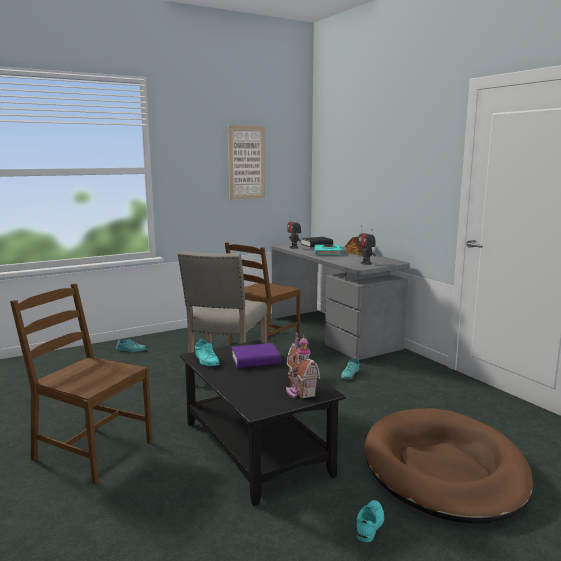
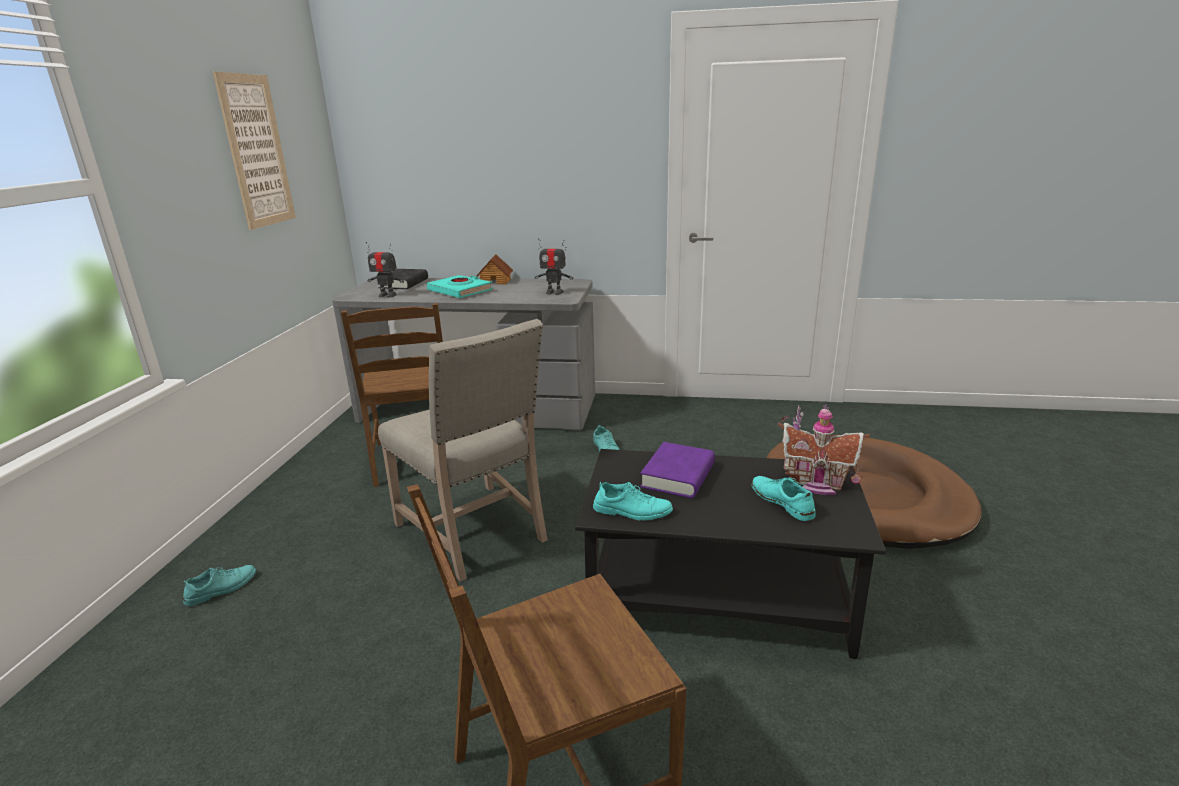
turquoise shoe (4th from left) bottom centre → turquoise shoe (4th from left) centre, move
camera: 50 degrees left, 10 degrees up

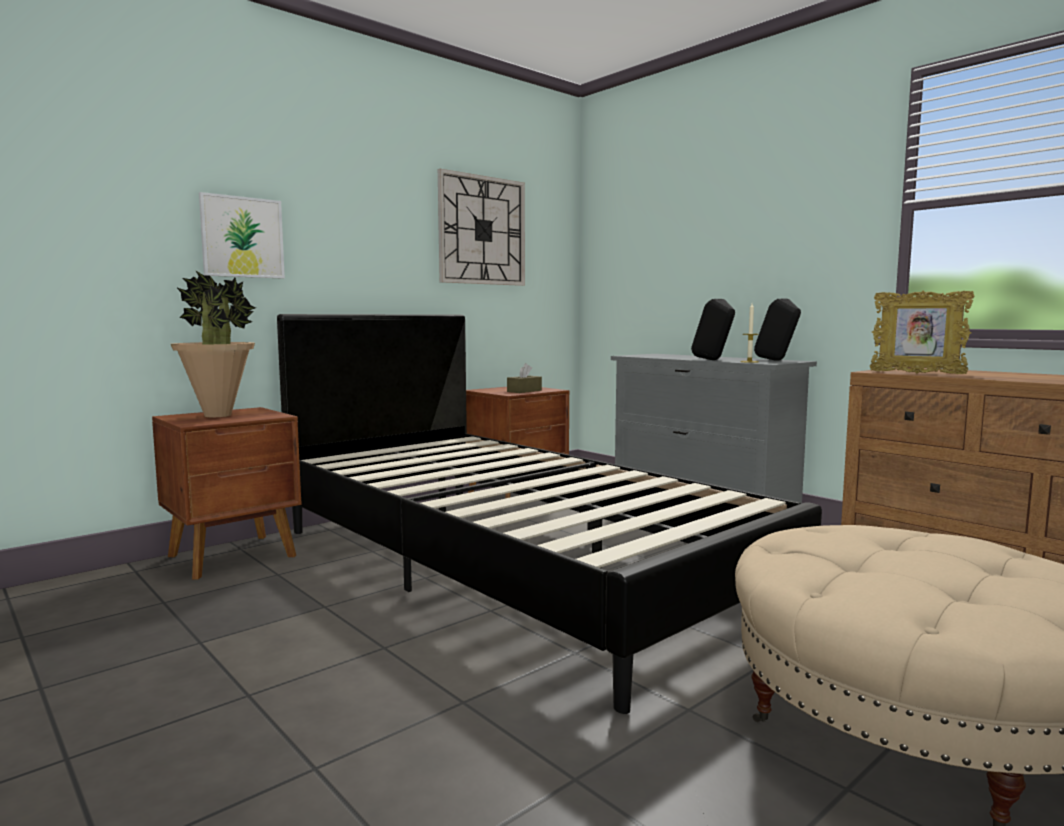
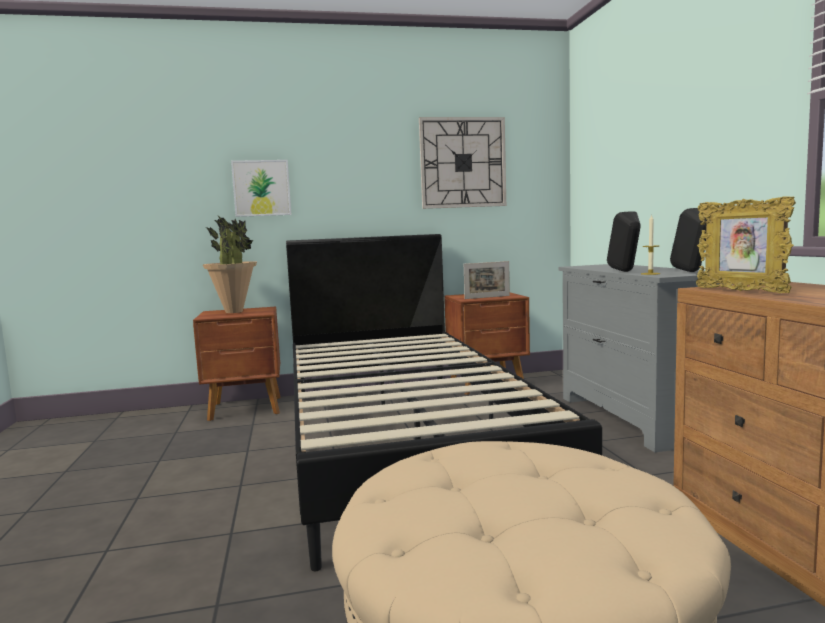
brown tissue box centre → picture frame (1st from left) centre
camera: 30 degrees right, 0 degrees up

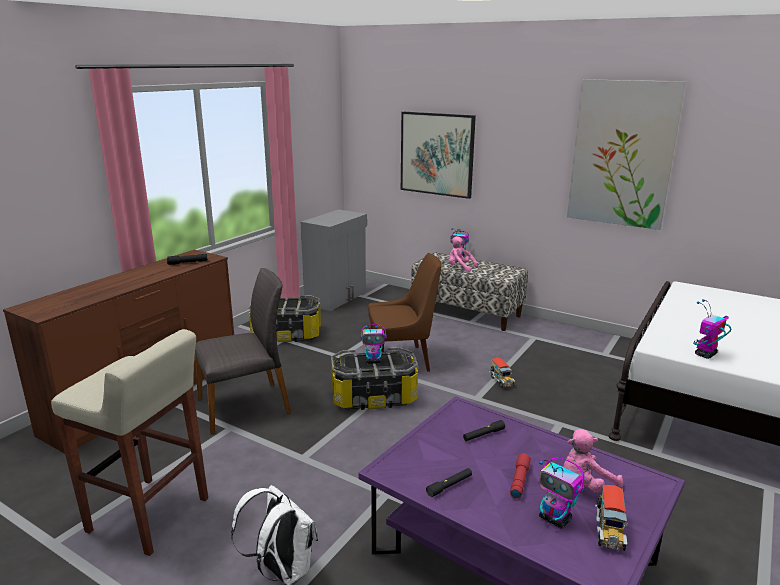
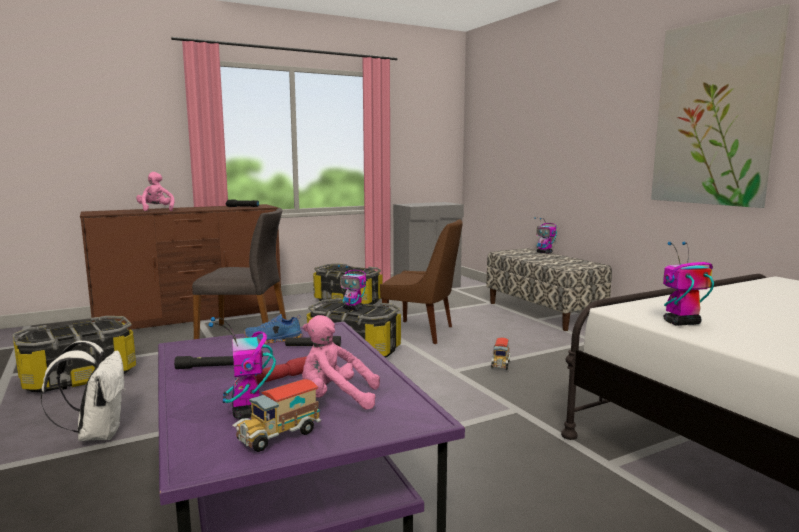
beige stool bottom left → storage box (1st from left) middle left
pink plush toy (1st from left) centre → pink plush toy (1st from left) middle left, move
- → blue shoe centre
picture (1st from left) top centre → -
camera: 30 degrees right, 10 degrees down

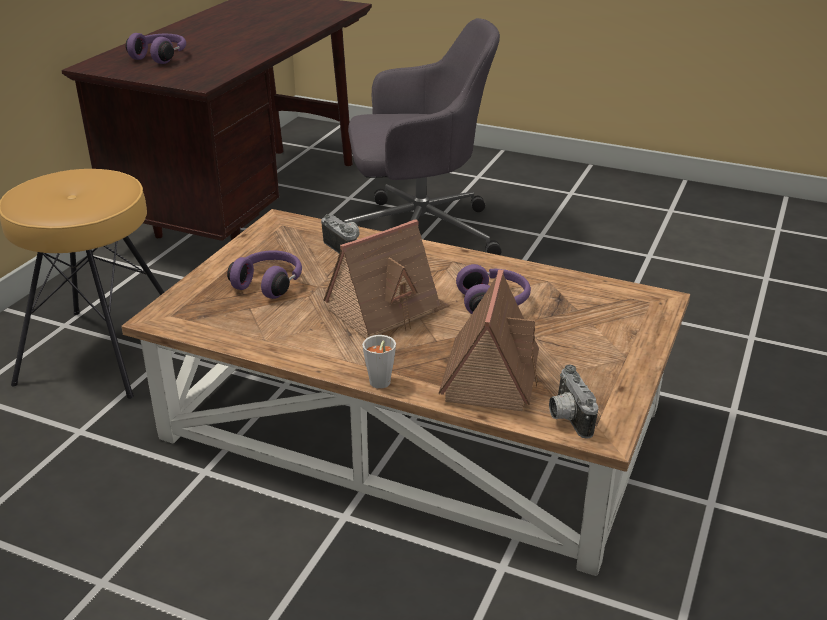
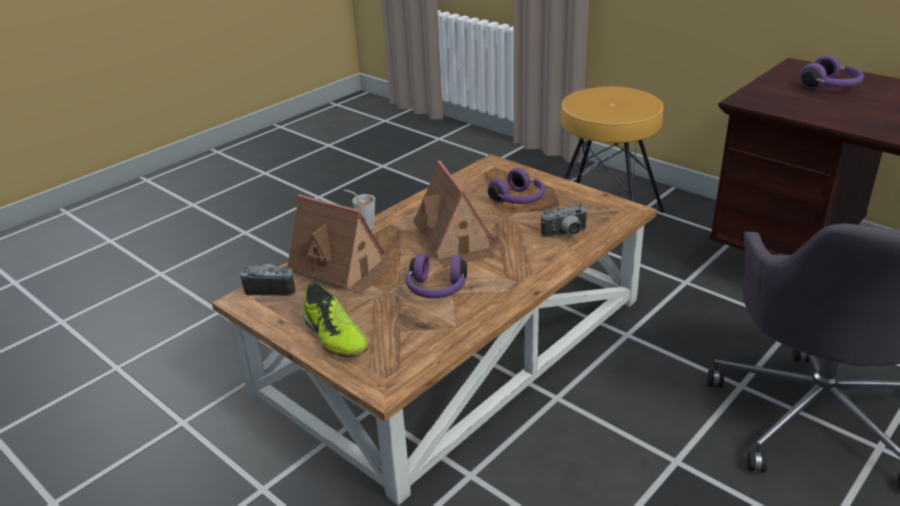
- → shoe centre
camera: 110 degrees right, 0 degrees up

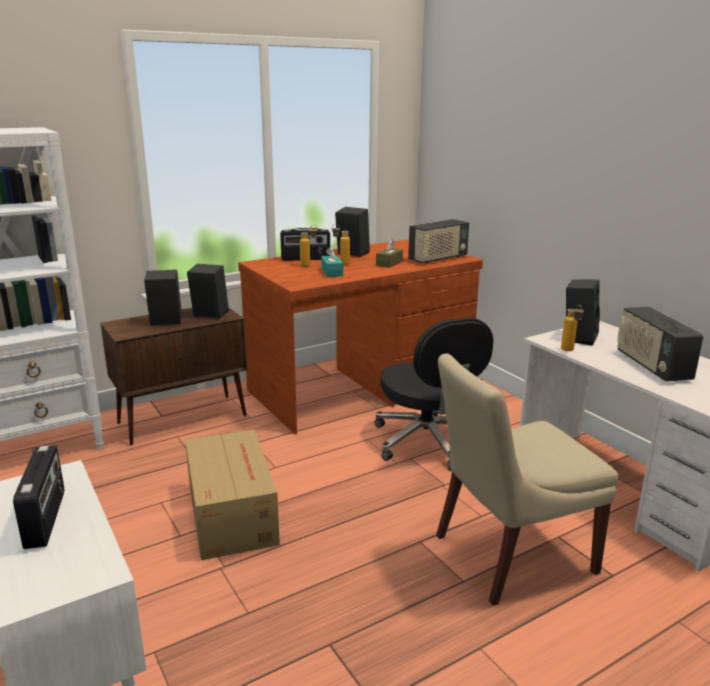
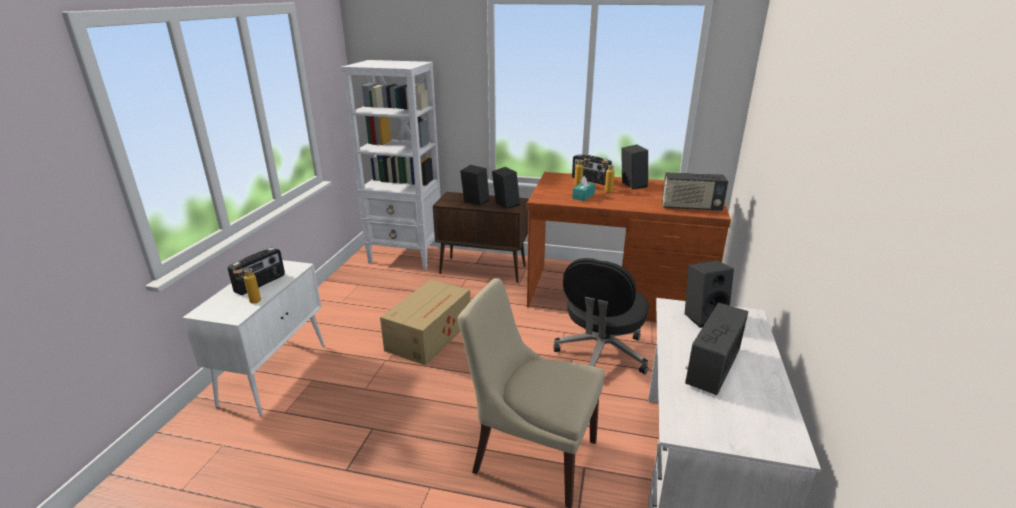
bottle (3rd from left in the first image) middle right → bottle (1st from left) middle left, move
brown tissue box centre → -
camera: 45 degrees right, 5 degrees up

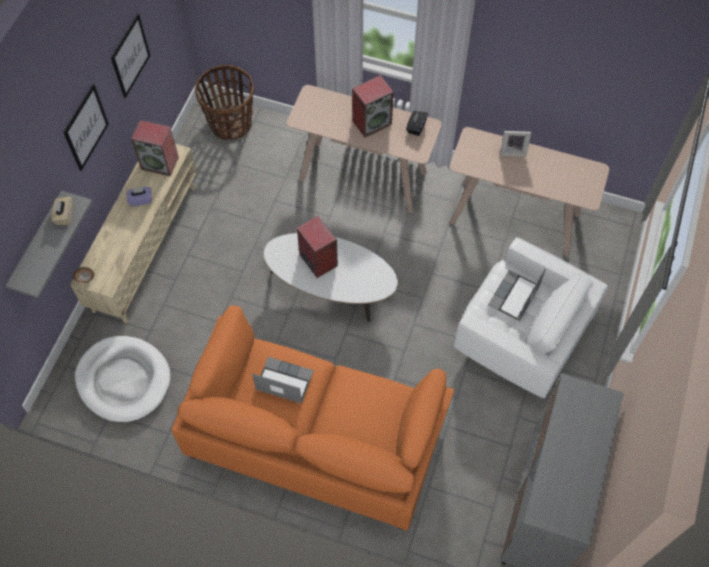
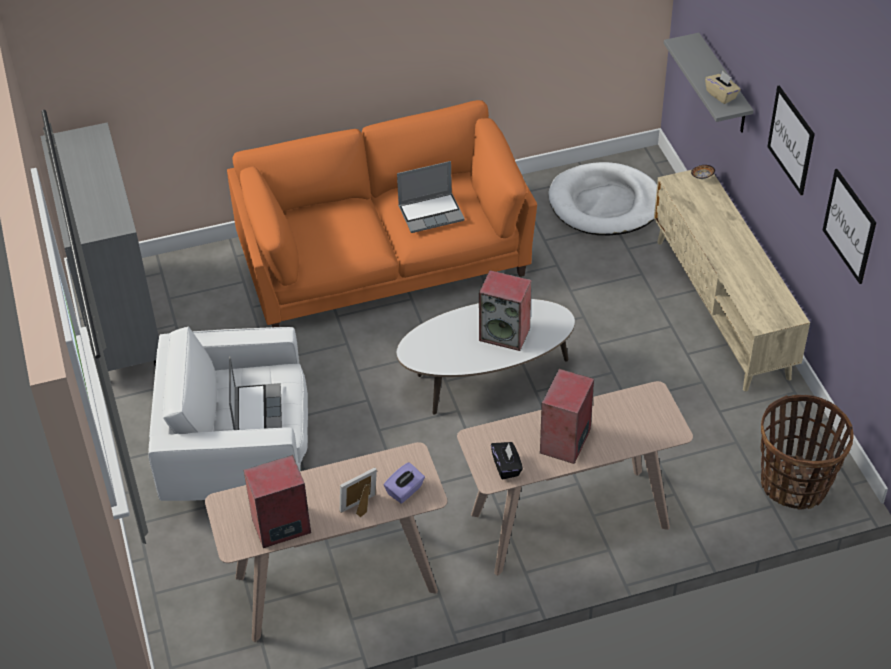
speaker (1st from left) top left → speaker (1st from left) bottom left, move
purple tissue box middle left → purple tissue box bottom centre, move
camera: 145 degrees right, 15 degrees down

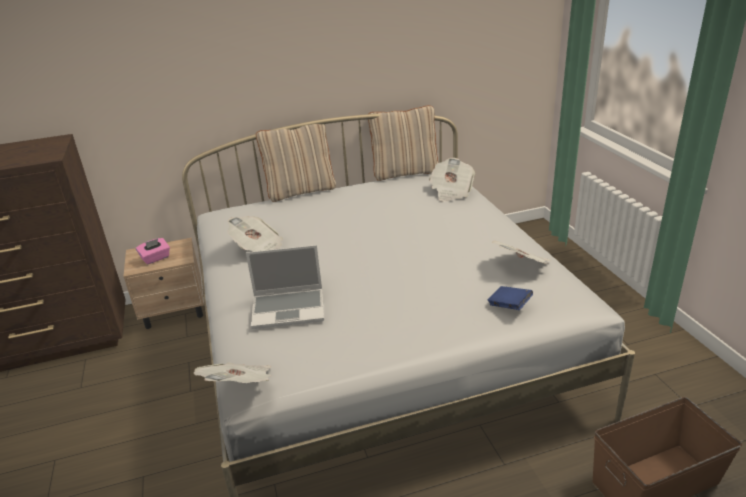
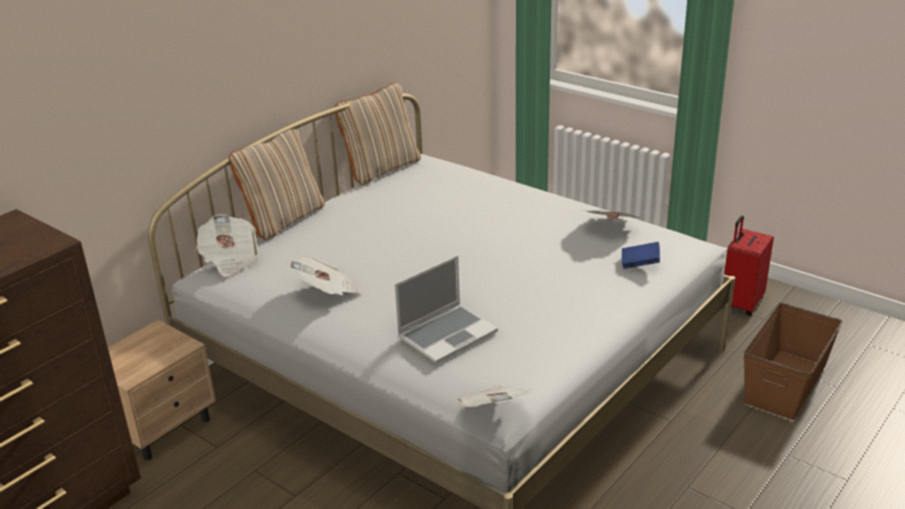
newspaper (3rd from left in the first image) centre → newspaper (1st from left) middle left, move
- → red suitcase middle right
pink tissue box middle left → -
camera: 35 degrees left, 0 degrees up

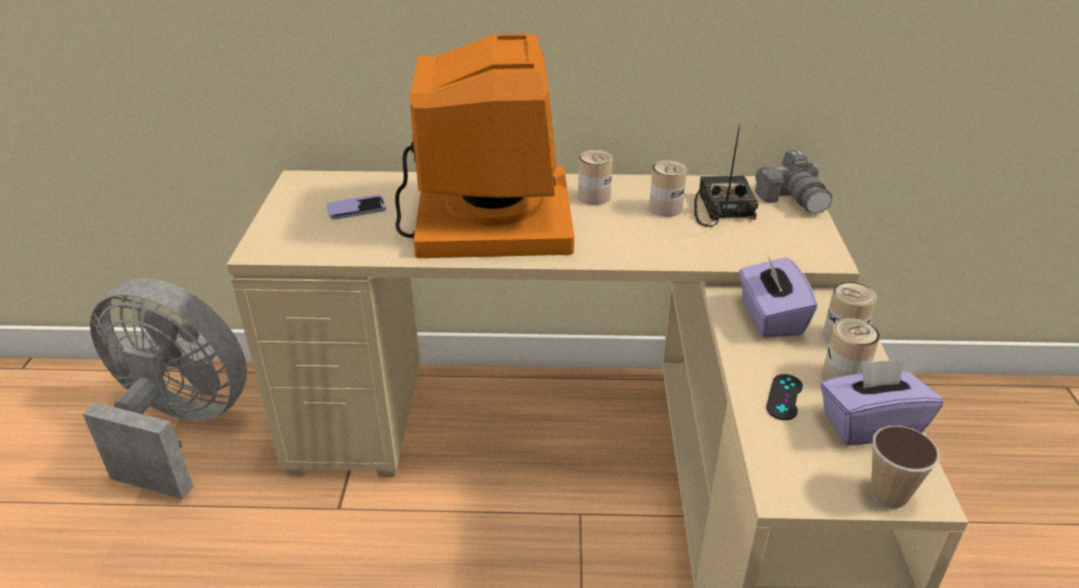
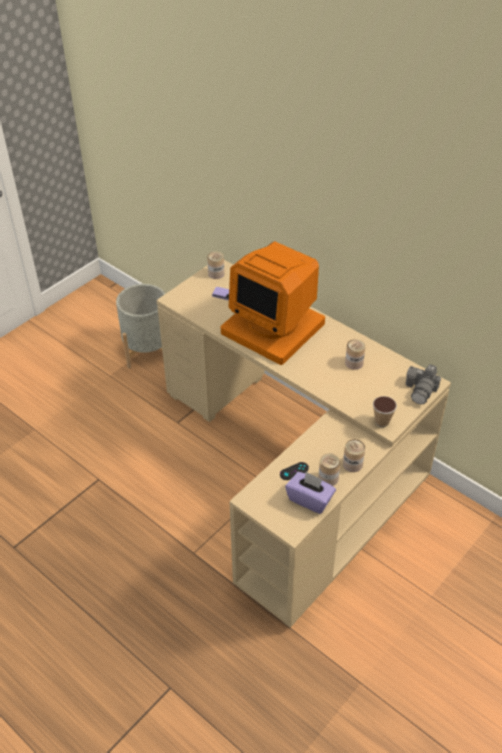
grey fan middle left → grey planter middle left
can (1st from left) top centre → can (1st from left) centre, move
monitor top centre → monitor centre, 90 degrees clockwise
cup bottom right → cup middle right, move
radio top right → -
purple tissue box (1st from left) middle right → -
camera: 40 degrees right, 10 degrees up

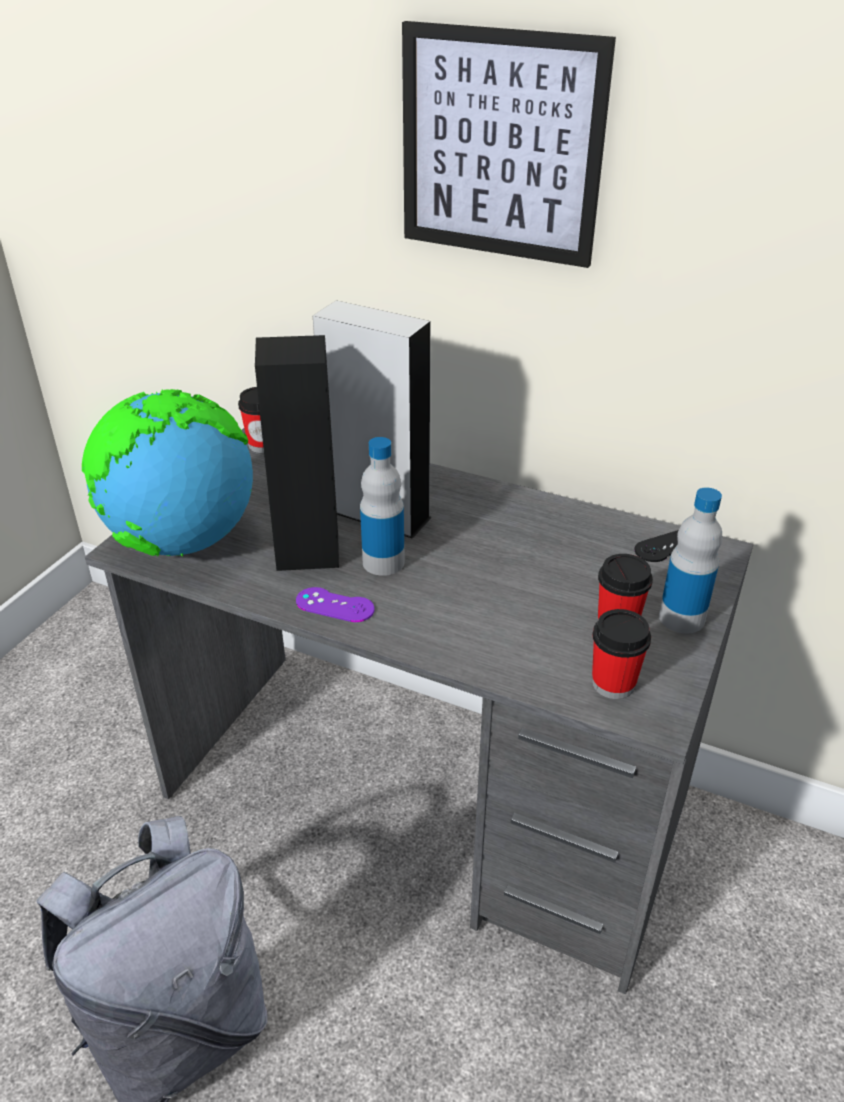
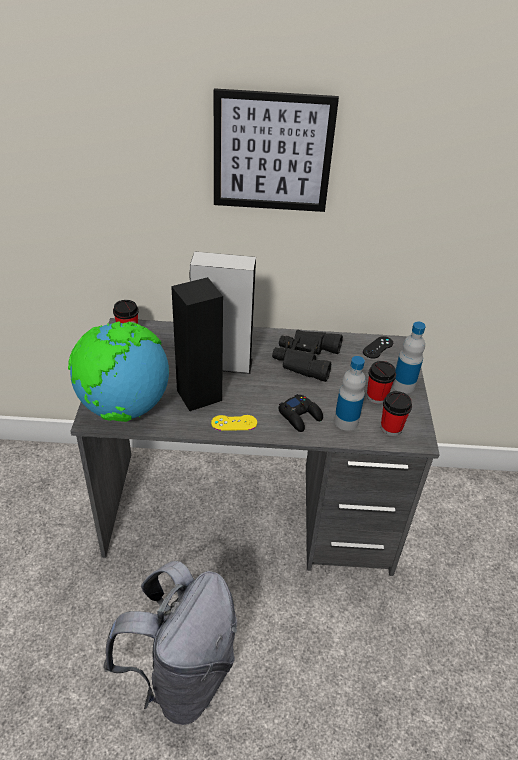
purple game controller centre → yellow game controller centre
- → black binoculars centre
- → black game controller (1st from left) centre
bottle (1st from left) centre → bottle (1st from left) middle right, move
camera: 25 degrees left, 5 degrees up

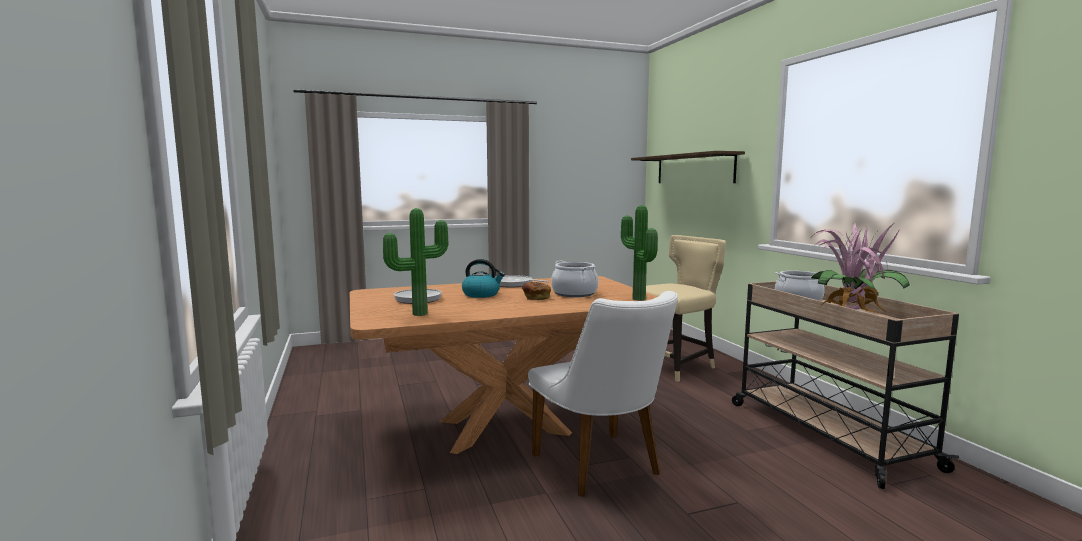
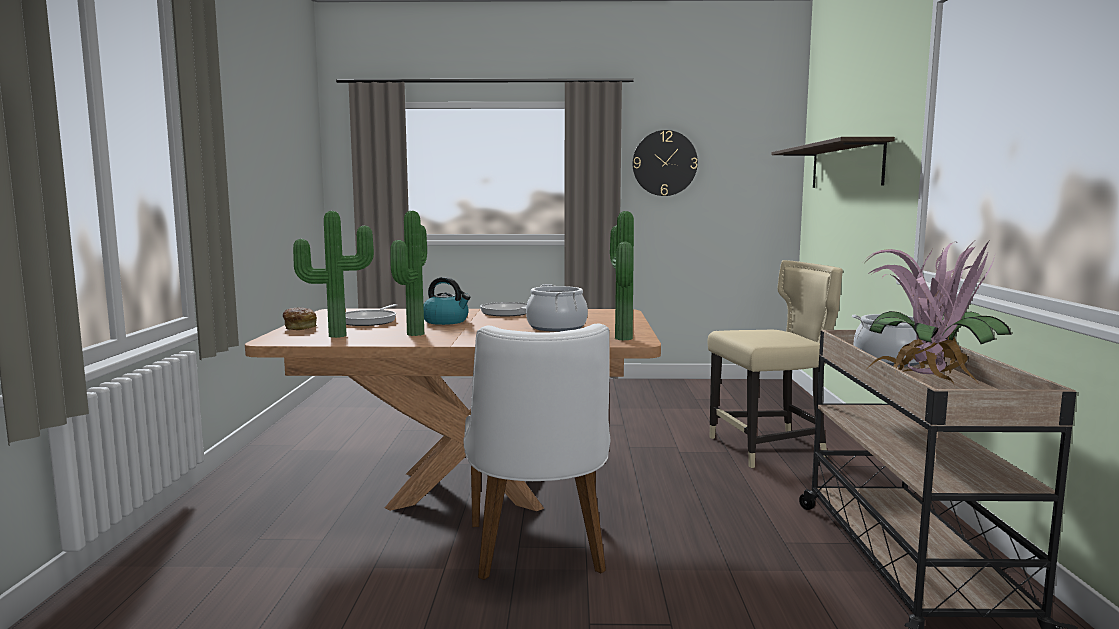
bread centre → bread middle left, move
- → potted plant (2nd from left) centre
- → wall clock top centre
camera: 20 degrees right, 0 degrees up

